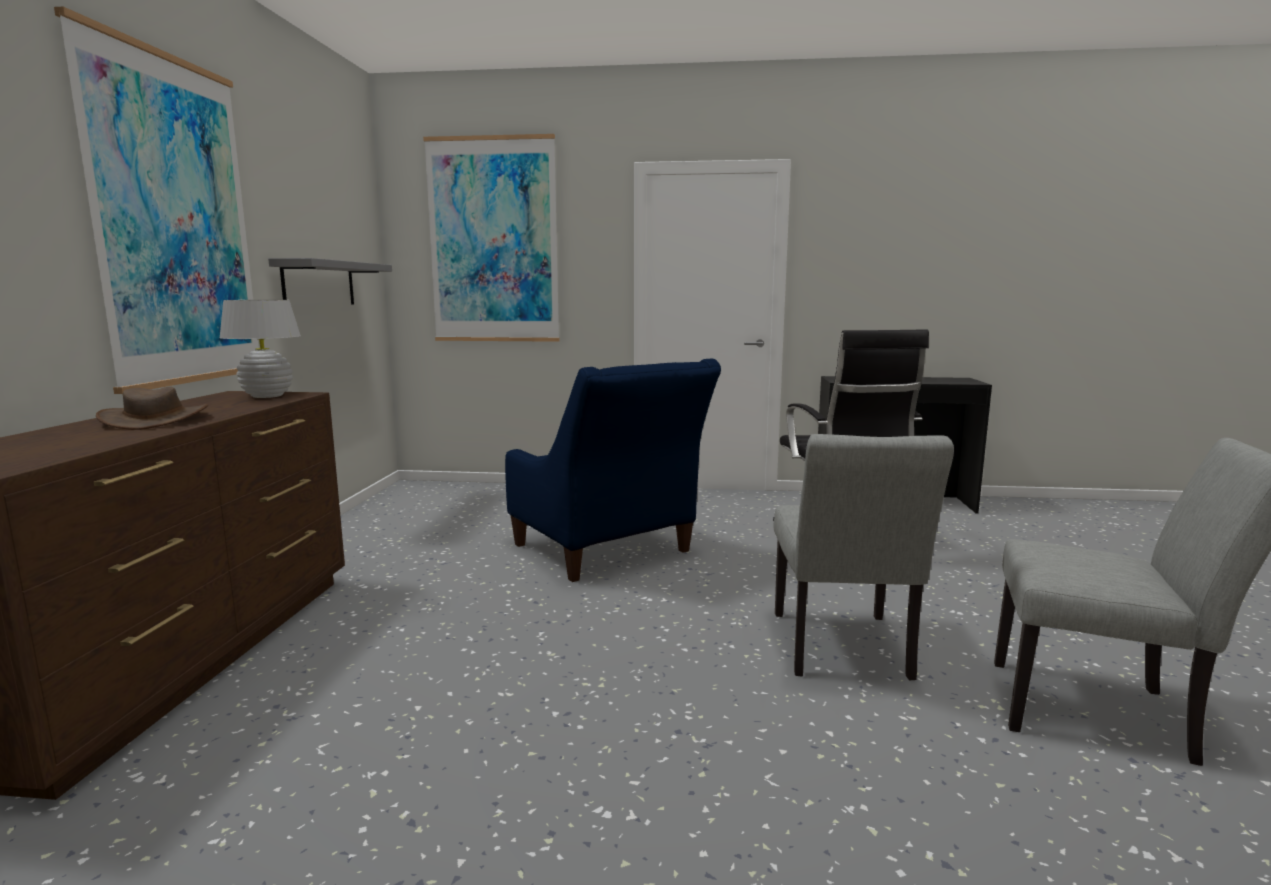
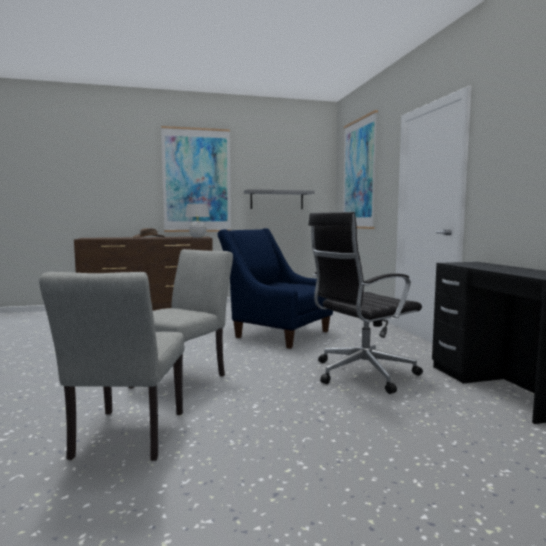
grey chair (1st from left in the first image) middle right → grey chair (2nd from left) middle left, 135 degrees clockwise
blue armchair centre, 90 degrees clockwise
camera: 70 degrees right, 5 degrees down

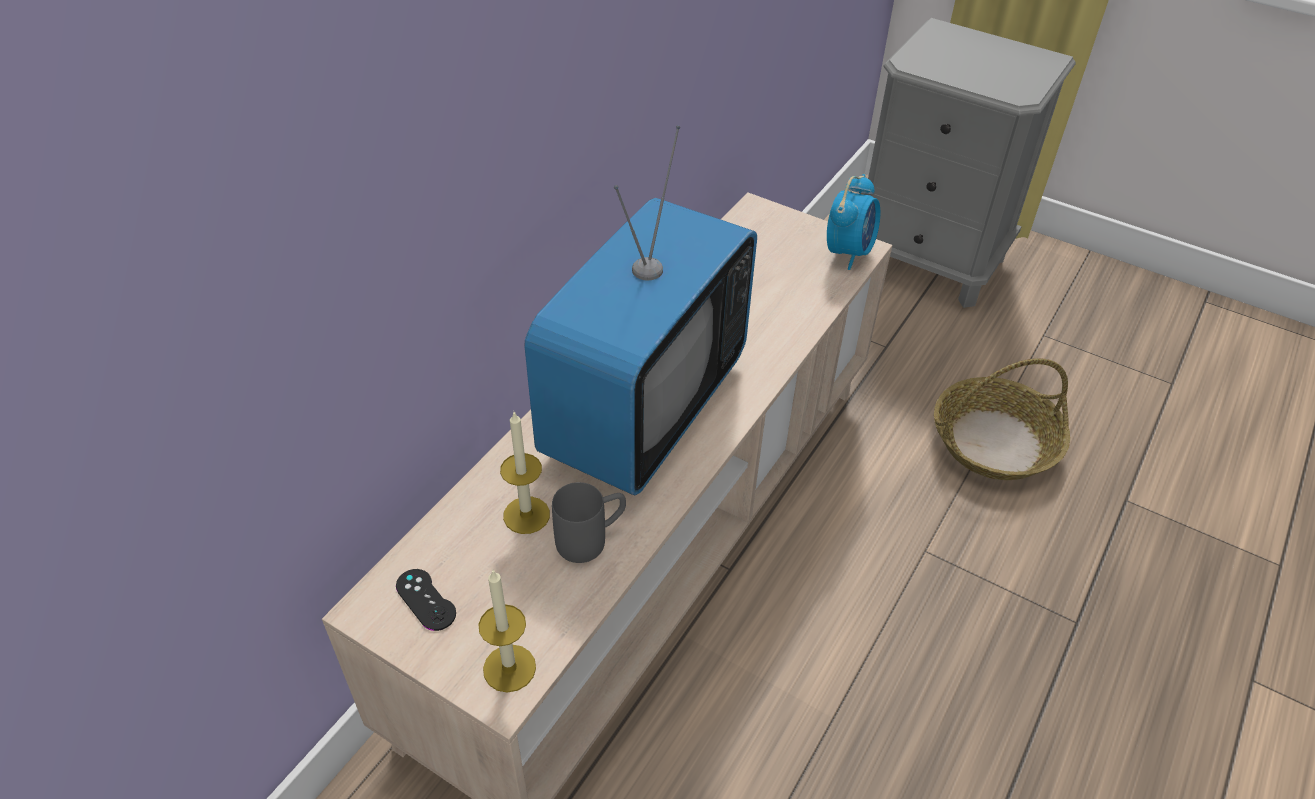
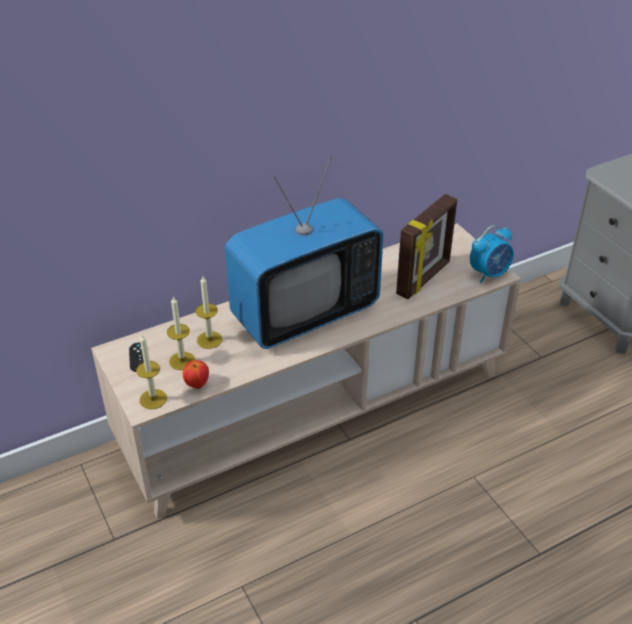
- → candle (2nd from left) middle left
- → apple middle left
- → picture frame middle right
grey mug centre → -
basket middle right → -
camera: 30 degrees right, 5 degrees down

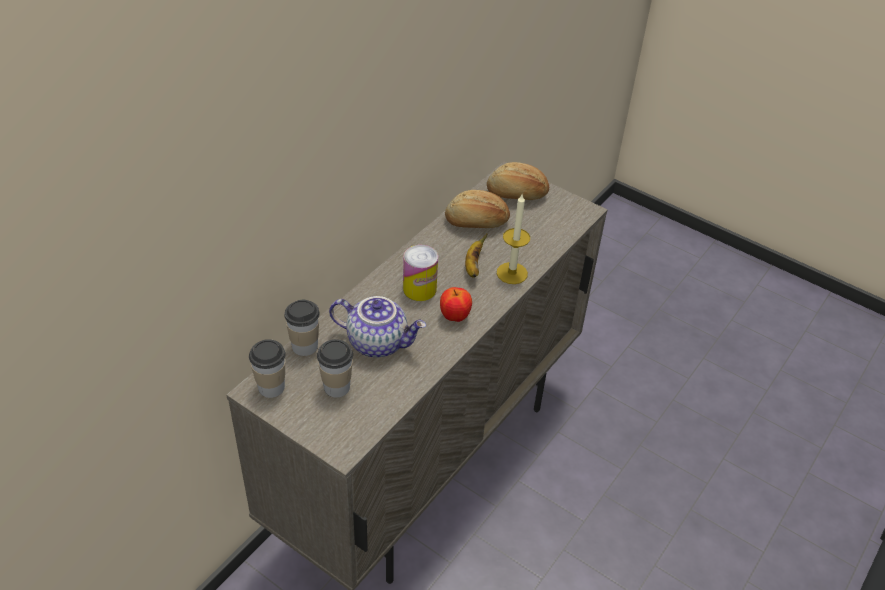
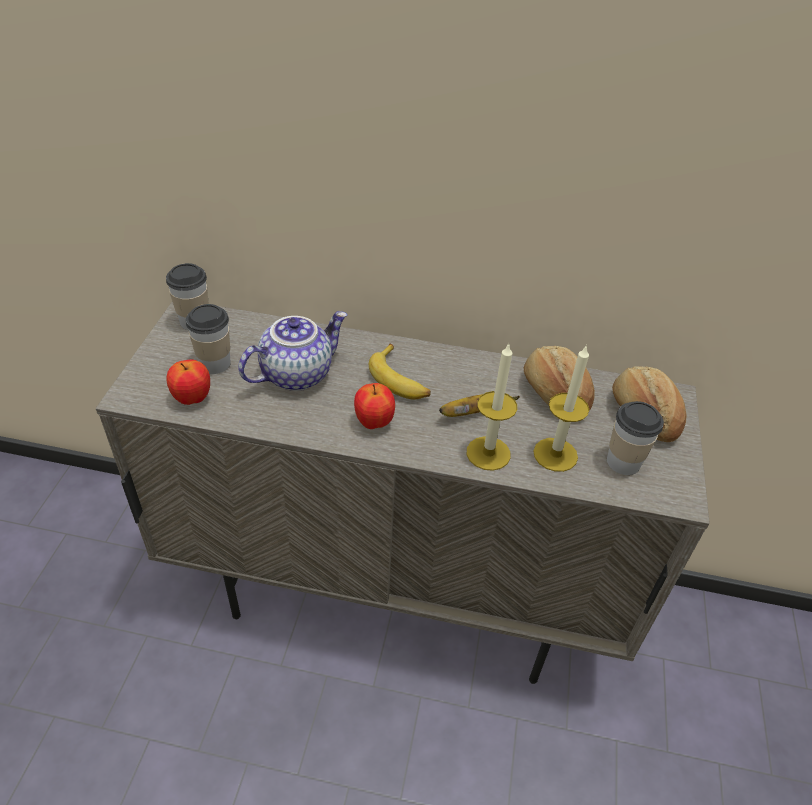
- → apple (1st from left) middle left
teapot centre, 120 degrees counterclockwise
can centre → banana (1st from left) centre
- → candle (2nd from left) middle right
cup (2nd from left in the first image) centre → cup (3rd from left) middle right, move
camera: 65 degrees right, 0 degrees up

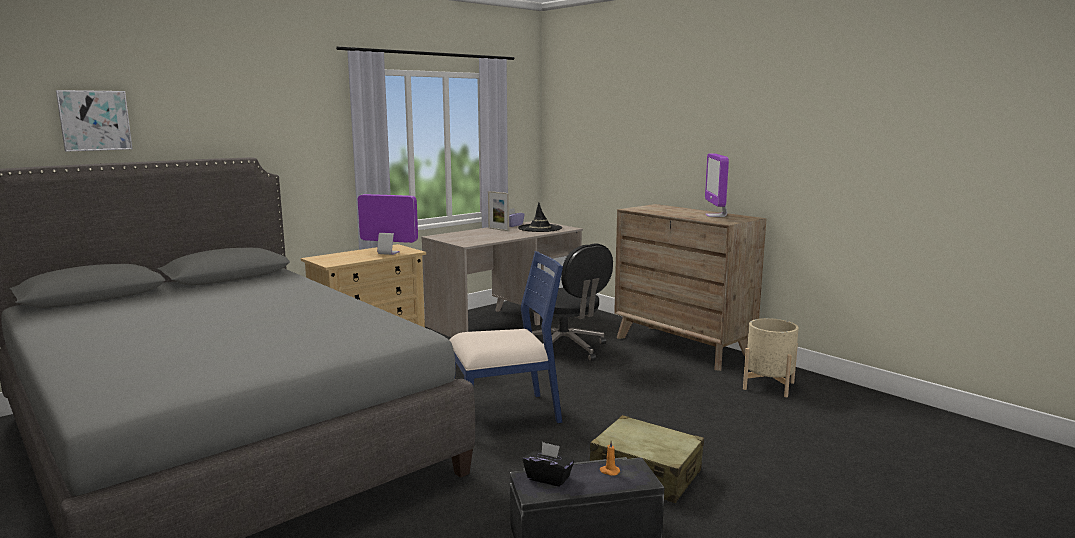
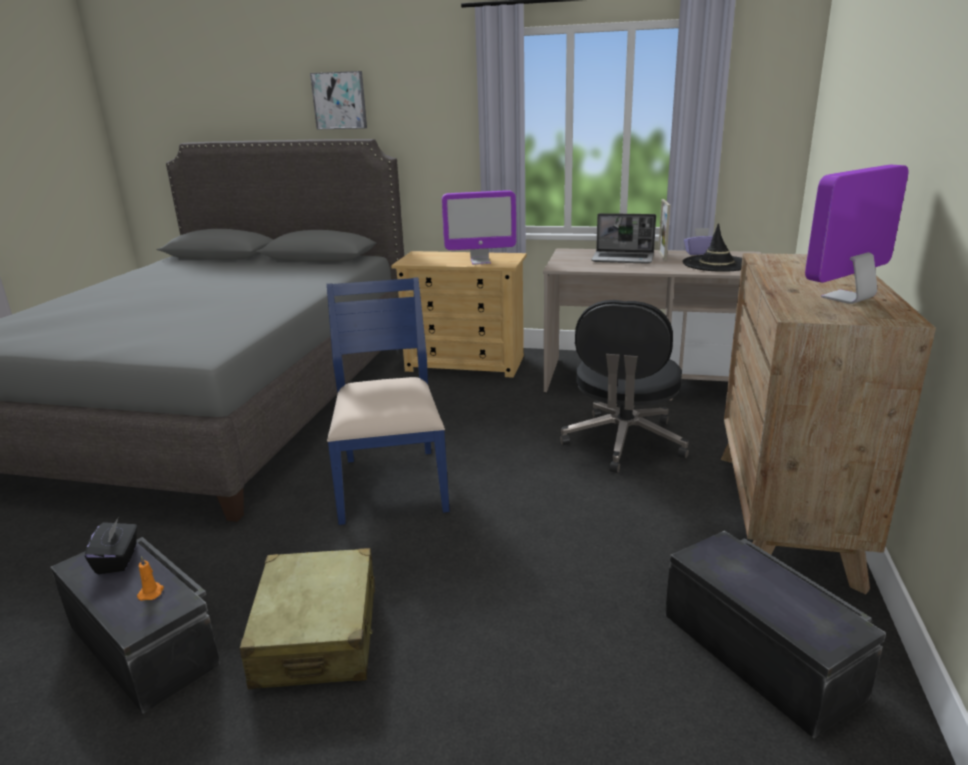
picture top left → picture top centre, move
blue chair centre, 135 degrees counterclockwise
monitor (1st from left) centre → monitor (1st from left) top centre, 105 degrees clockwise
- → laptop top centre
beige planter middle right → black storage box (2nd from left) bottom right
camera: 55 degrees right, 10 degrees up

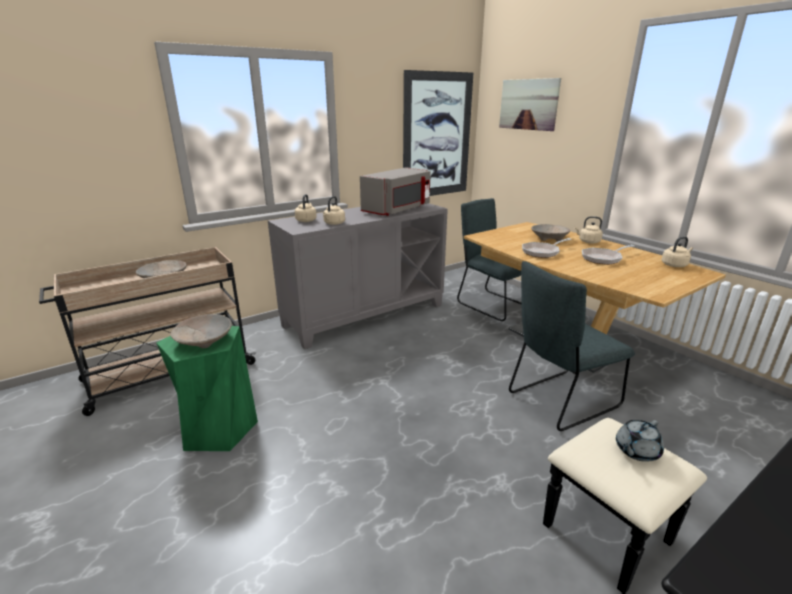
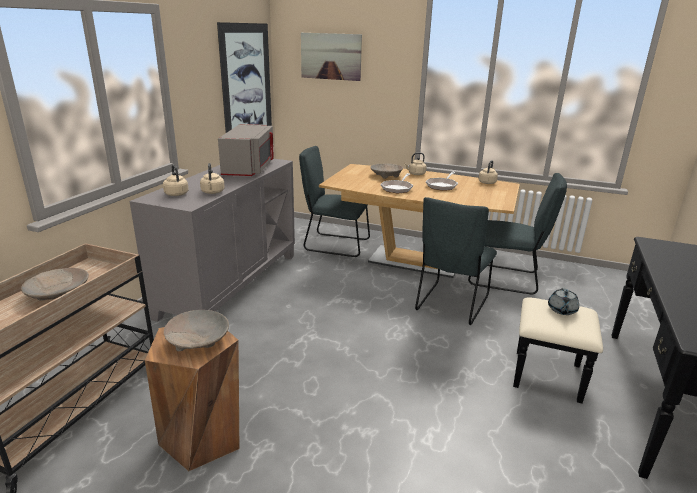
green stool middle left → brown stool bottom left
- → grey chair (3rd from left) middle right
camera: 35 degrees left, 0 degrees up

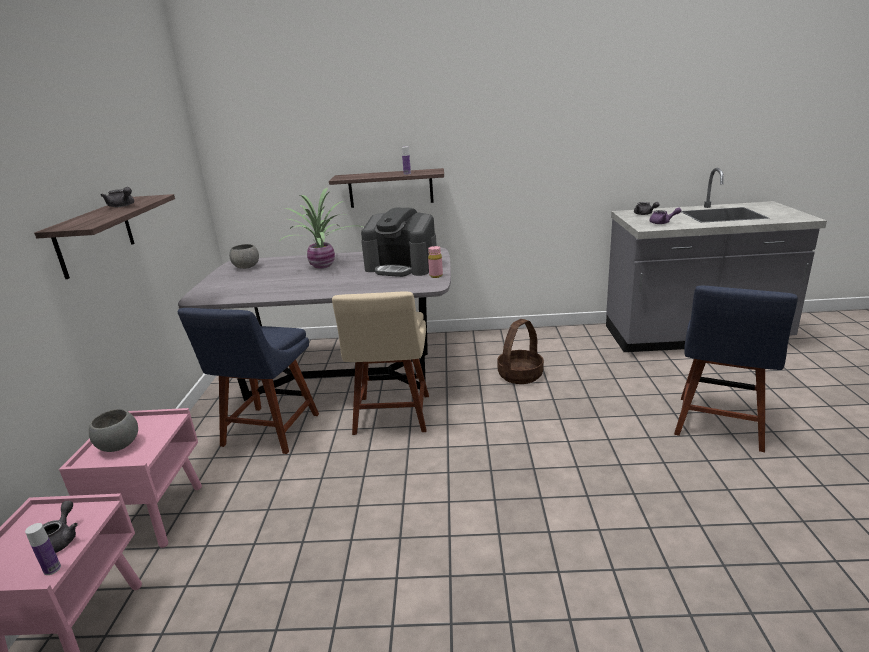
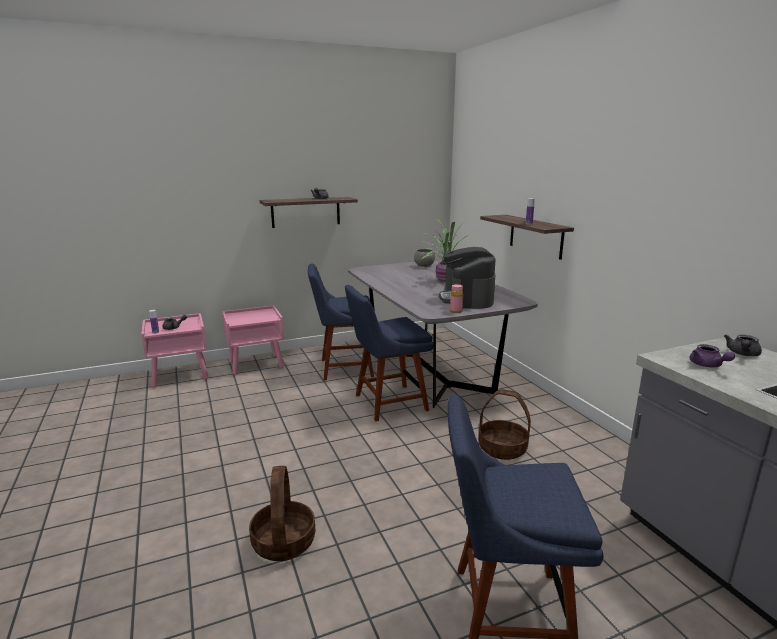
- → basket (1st from left) bottom centre
beige chair centre → blue chair (2nd from left) centre
grey bowl (1st from left) middle left → -
camera: 65 degrees right, 5 degrees down

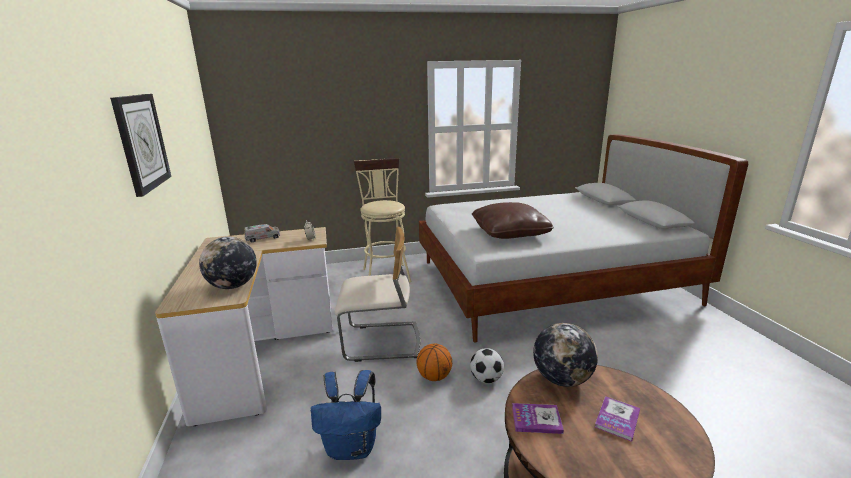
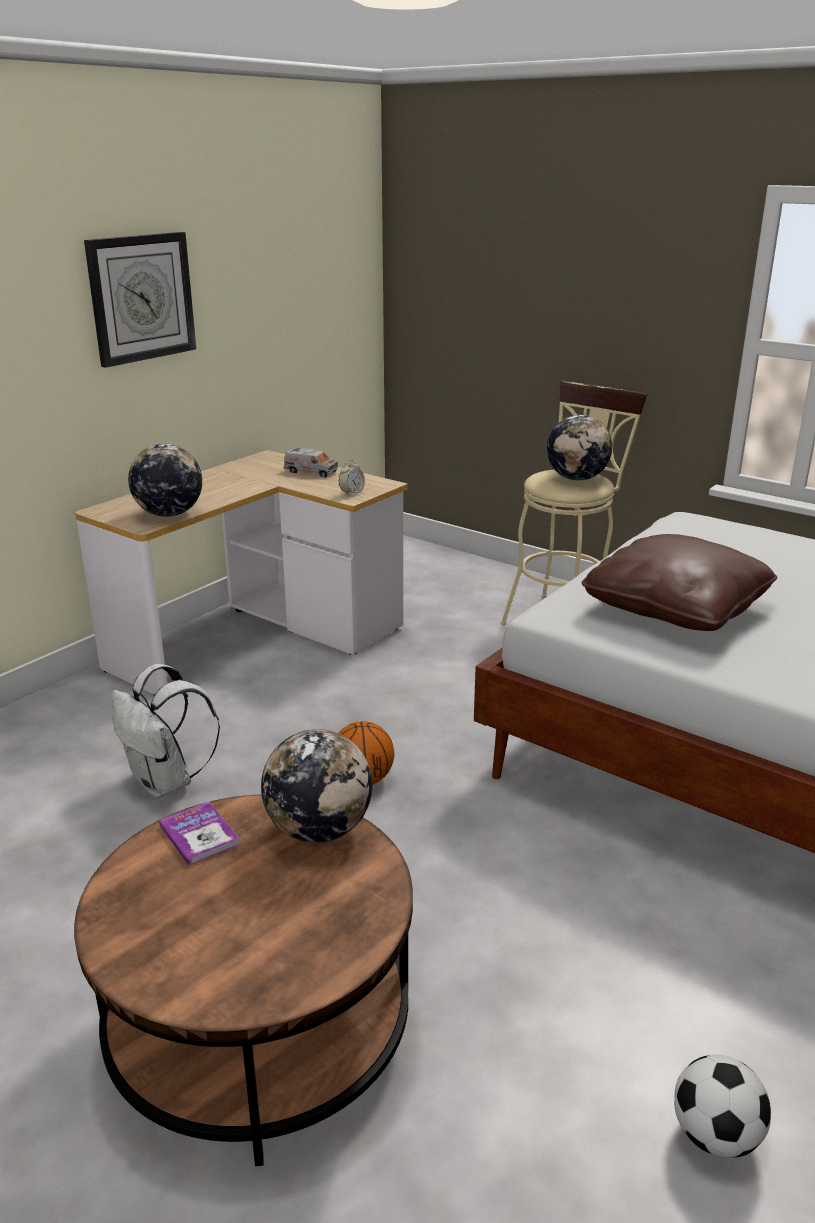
blue backpack bottom centre → white backpack middle left
- → globe (3rd from left) middle right
football bottom centre → football bottom right, move
beige chair centre → -
book (2nd from left) bottom right → -
camera: 50 degrees right, 5 degrees up

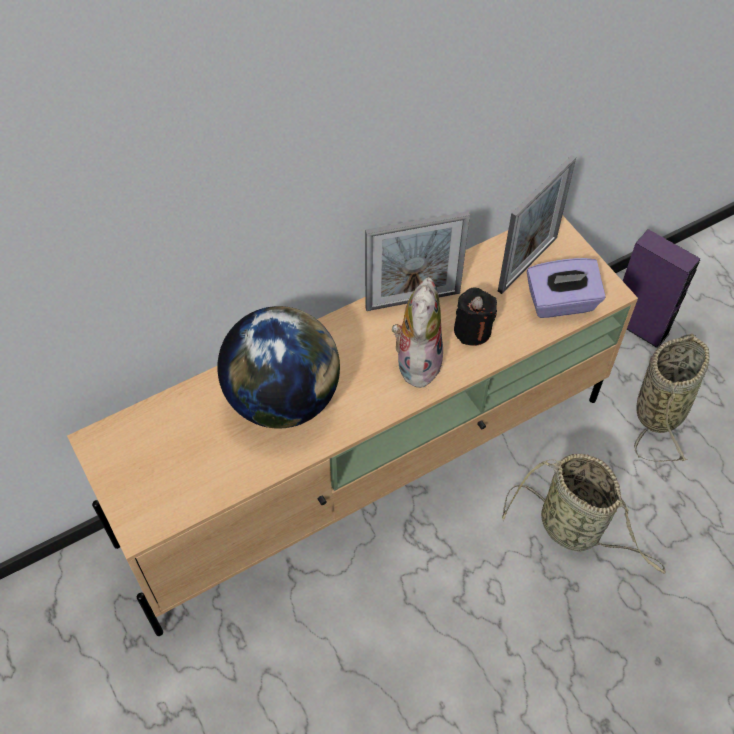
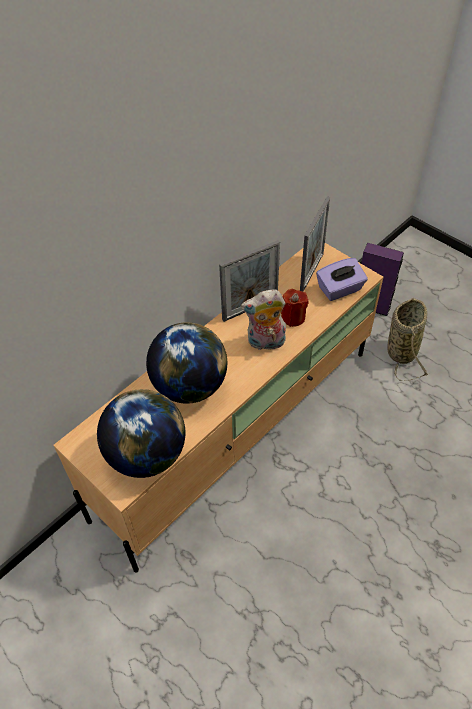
- → globe (1st from left) middle left
plush toy centre, 90 degrees counterclockwise
black candle centre → red candle centre
basket (1st from left) bottom right → -
camera: 15 degrees left, 5 degrees down

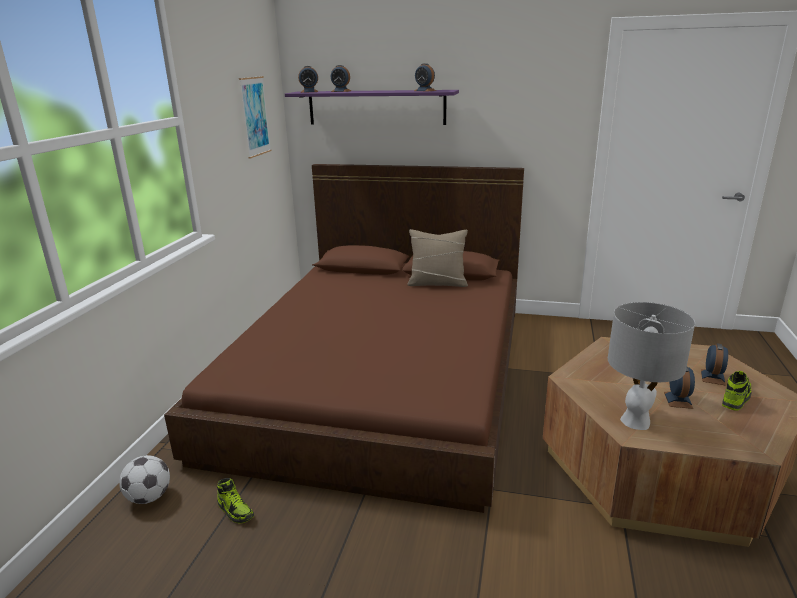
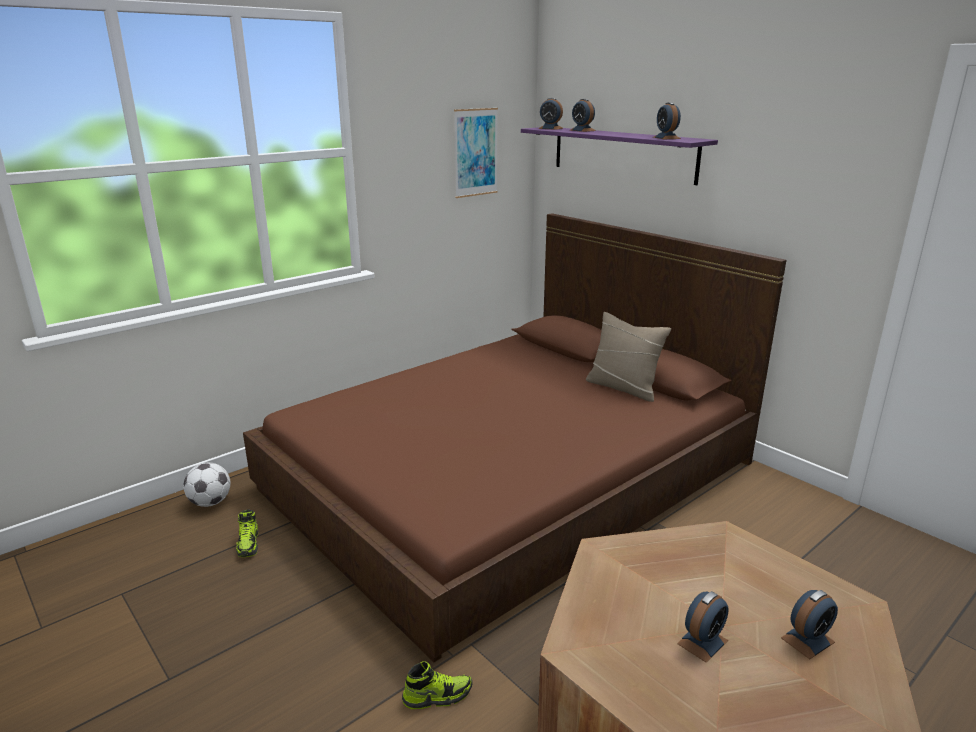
shoe (2nd from left) middle right → shoe (2nd from left) bottom centre, move
grey table lamp middle right → -
camera: 35 degrees right, 0 degrees up

